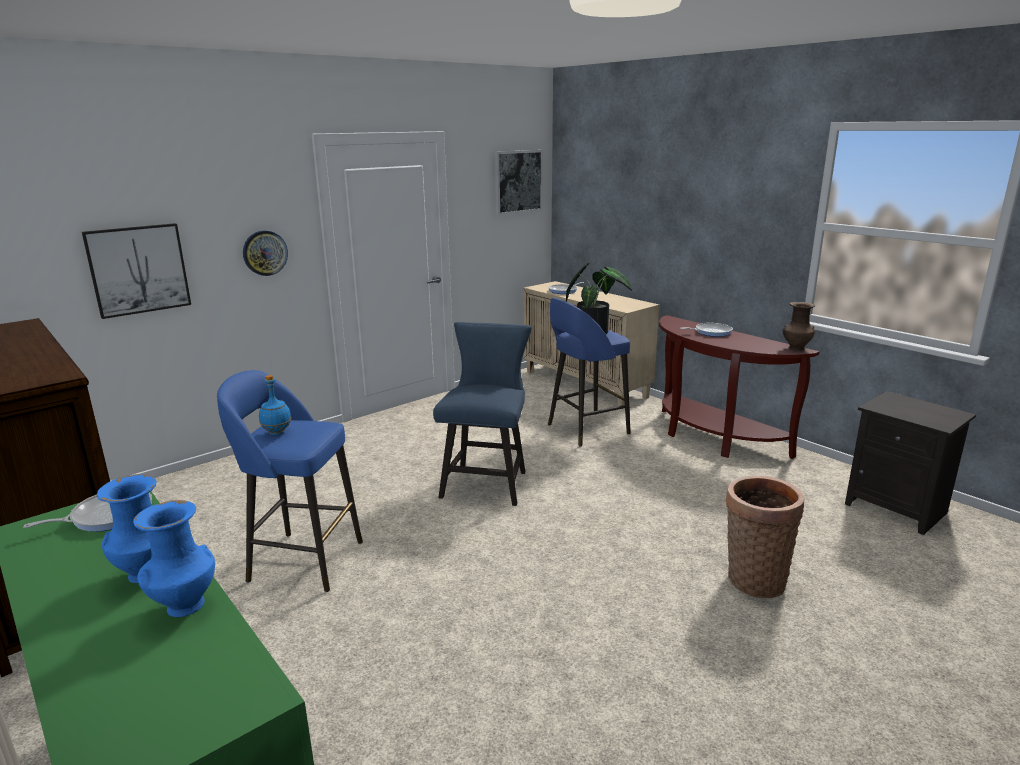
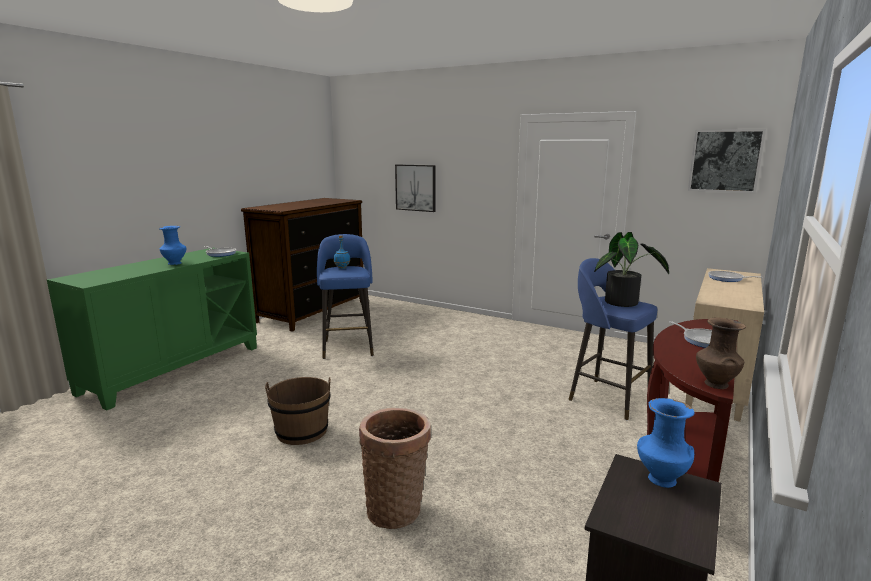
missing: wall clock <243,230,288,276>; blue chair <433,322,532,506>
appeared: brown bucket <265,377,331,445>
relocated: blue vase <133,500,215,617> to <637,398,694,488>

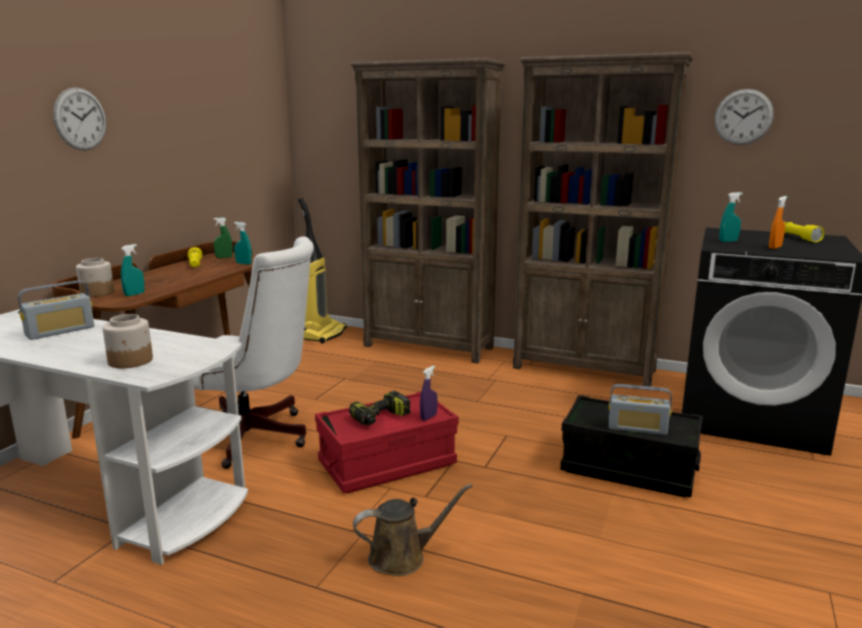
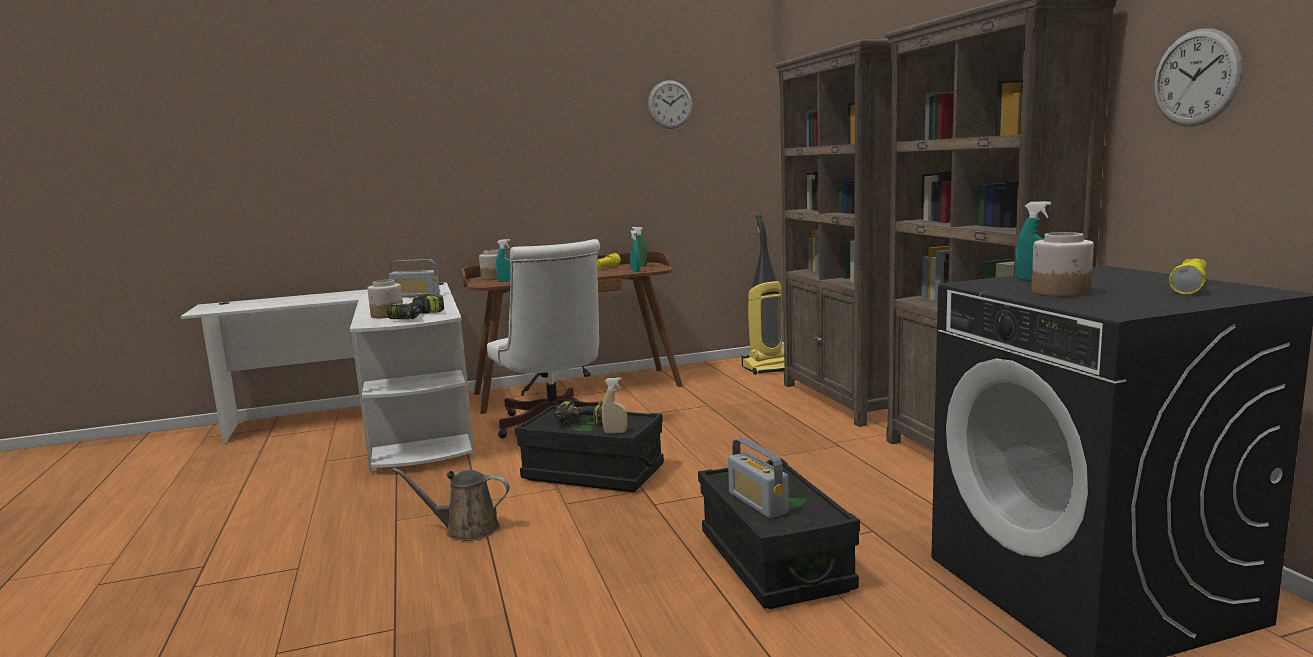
appeared: power drill <387,294,444,319>
relocated: wall clock <53,87,106,151> to <648,80,692,129>
exchanged: orange spray bottle <769,196,787,249> to jar <1031,232,1094,297>
colour: red storage box <315,391,459,493> to black storage box <515,405,664,492>; purple spray bottle <420,366,438,421> to beige spray bottle <602,377,627,434>
spun: brown watering can <353,484,472,576> = <392,468,510,541> 150 degrees clockwise

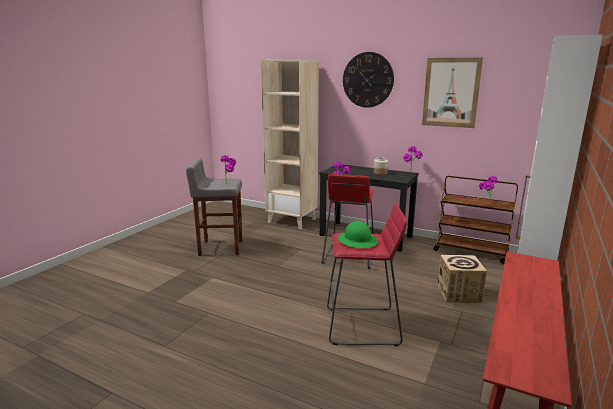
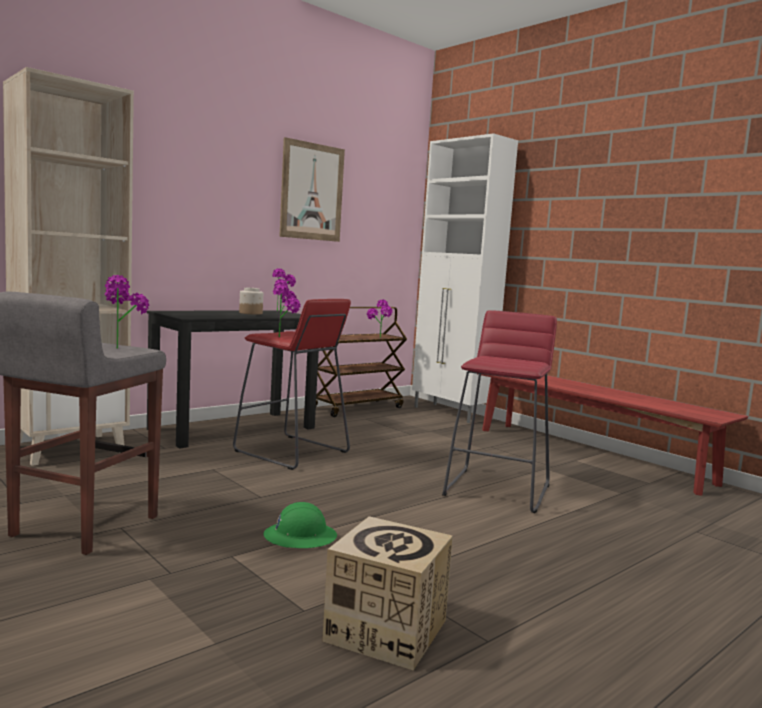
missing: wall clock <343,52,394,108>
relocated: green hard hat <338,221,378,248> to <263,502,337,548>; cardboard box <437,255,487,303> to <322,516,453,671>

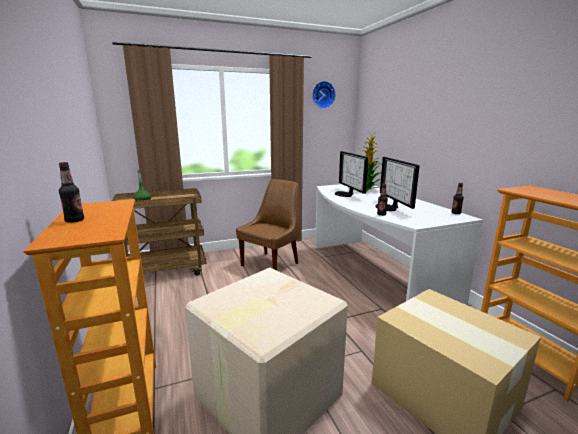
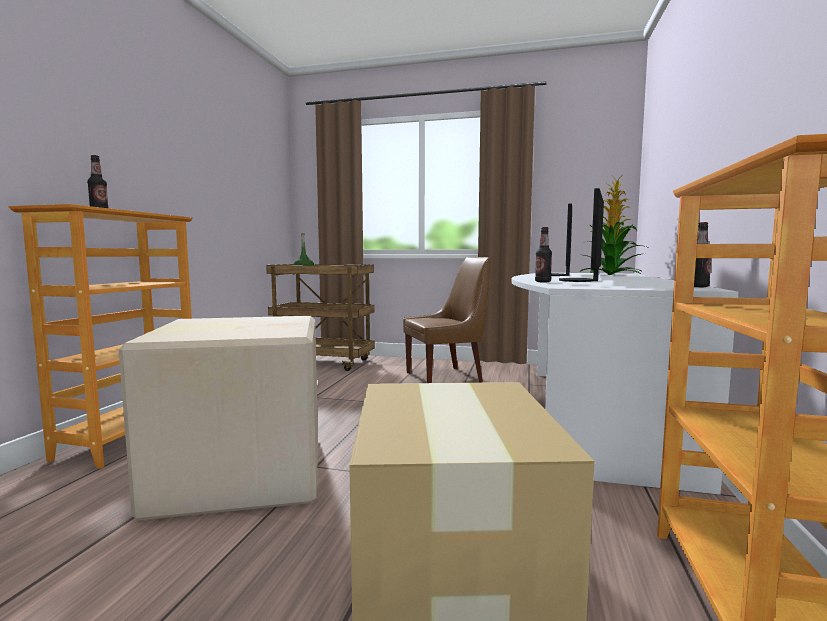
missing: wall clock <312,81,336,109>

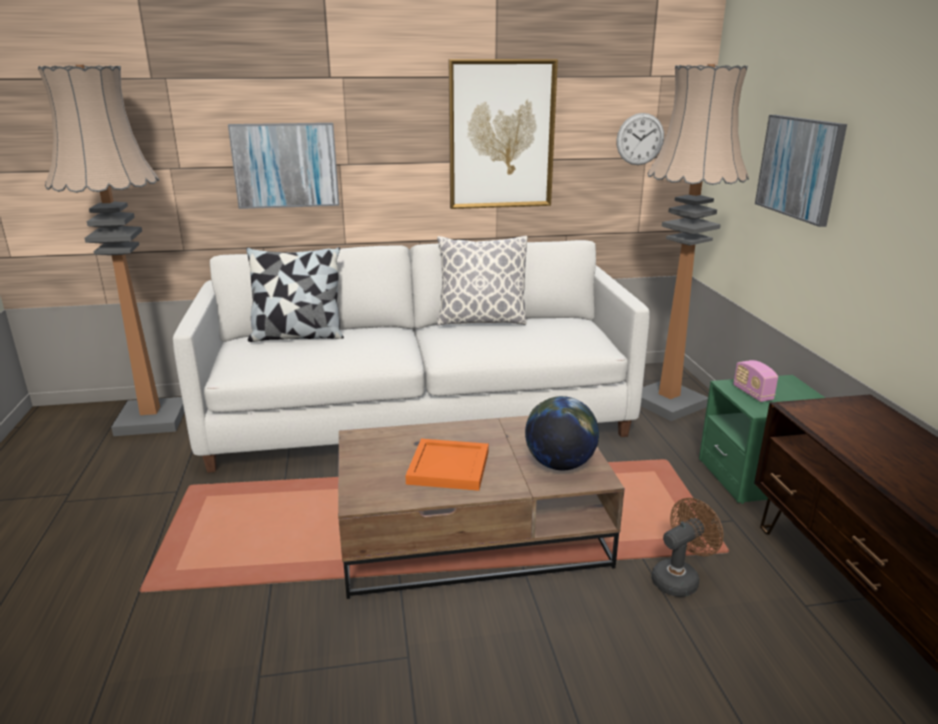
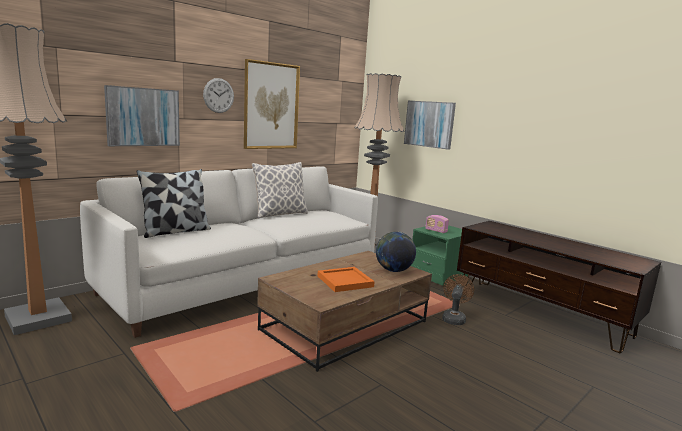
relocated: wall clock <616,113,664,165> to <203,78,234,113>

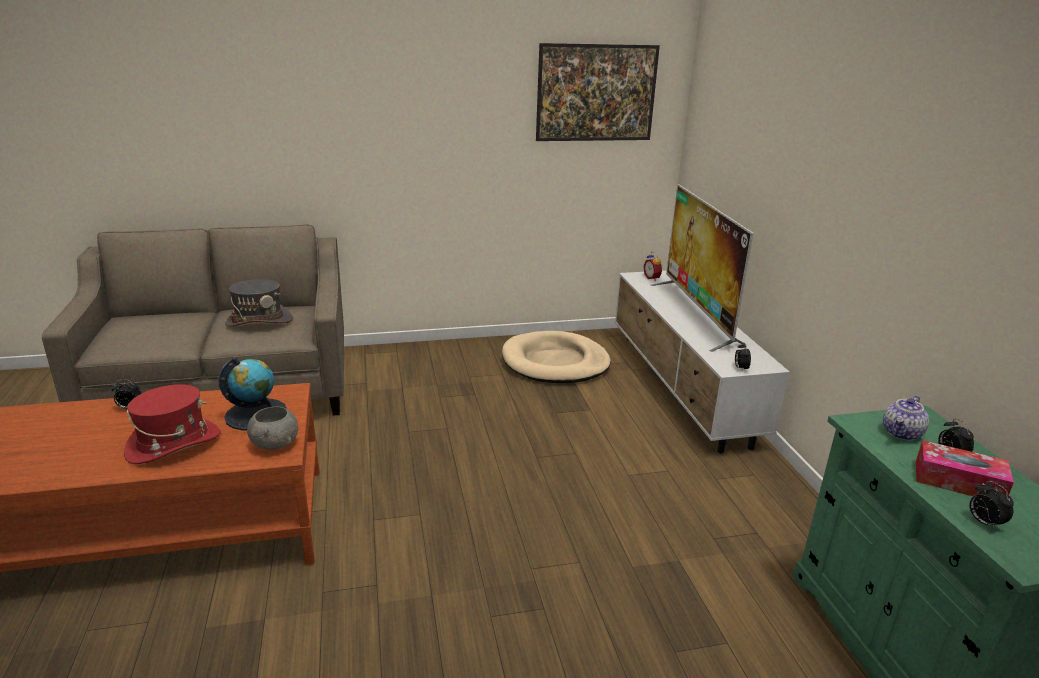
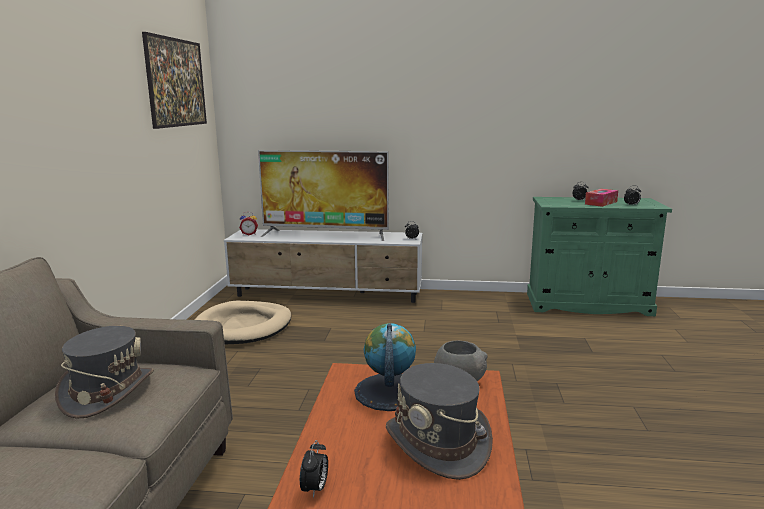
missing: teapot <883,396,929,441>
colour: red hat <124,384,221,464> to grey hat <386,363,493,480>

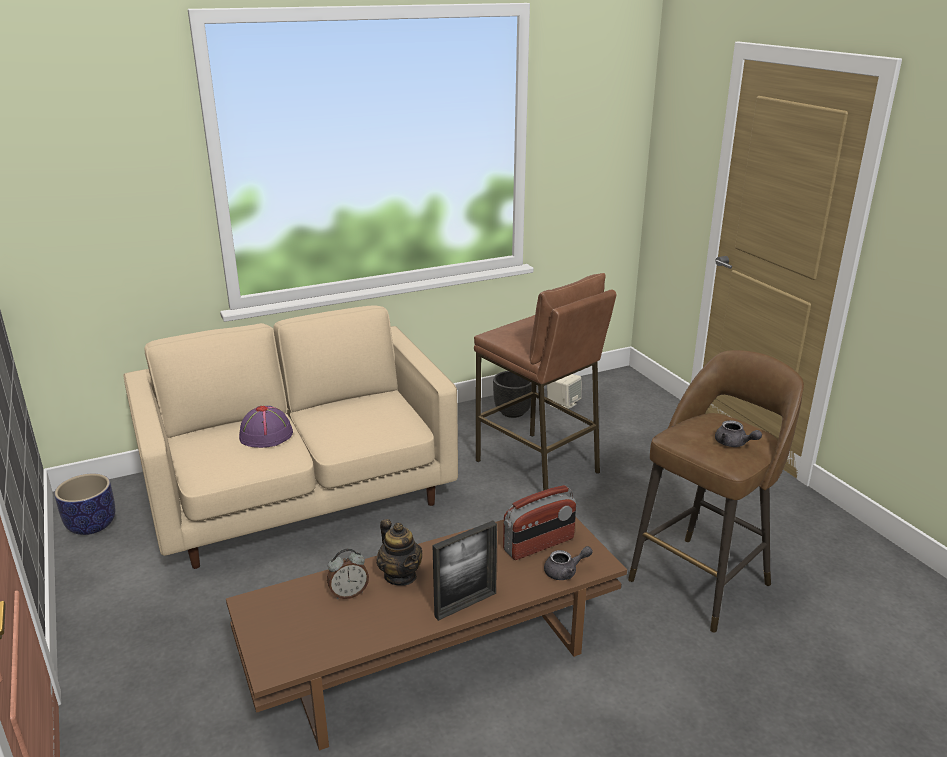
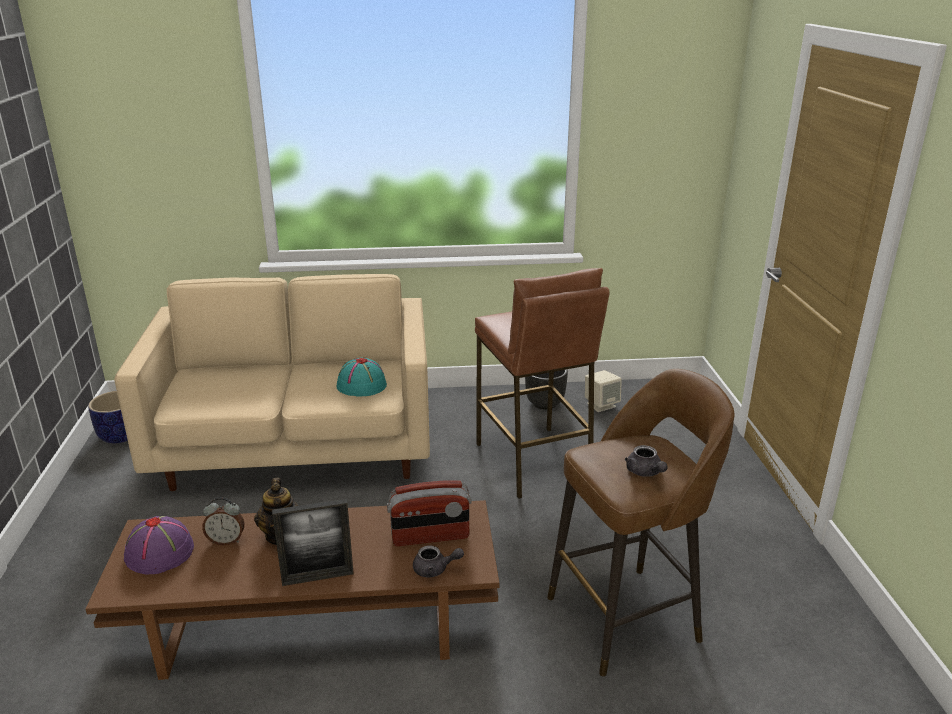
appeared: turquoise hat <336,357,387,397>
relocated: purple hat <239,406,293,448> to <124,516,194,574>

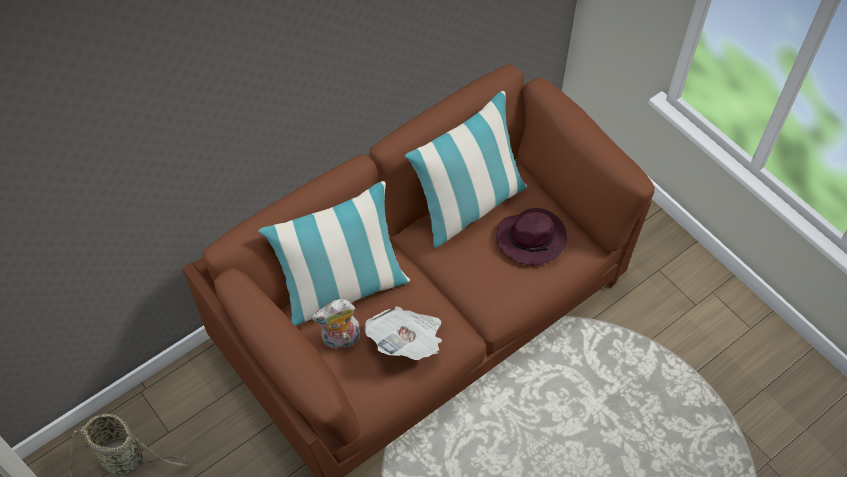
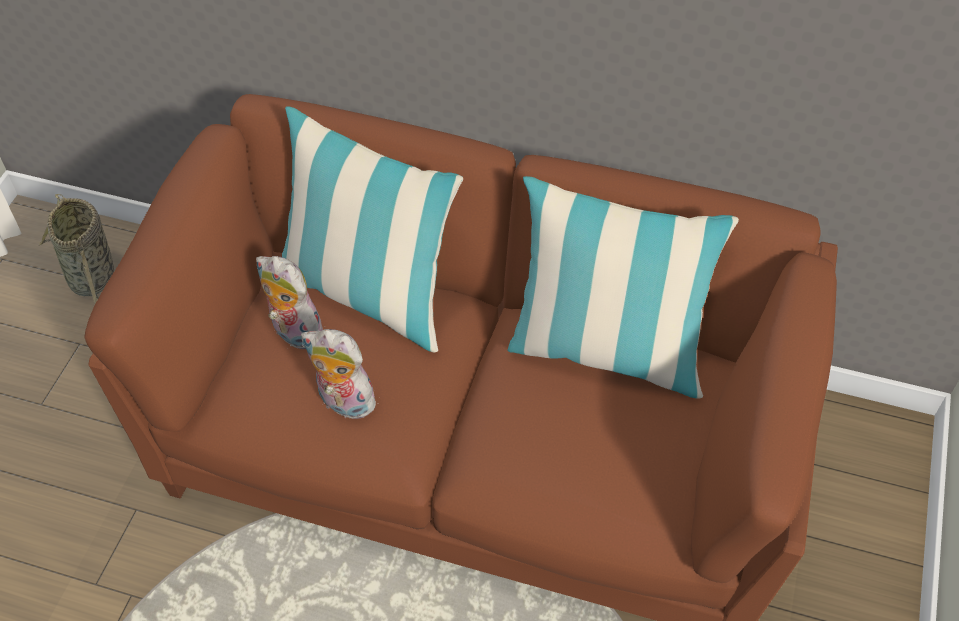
missing: purple hat <496,208,567,265>
exchanged: newspaper <365,306,442,360> to plush toy <301,329,376,419>

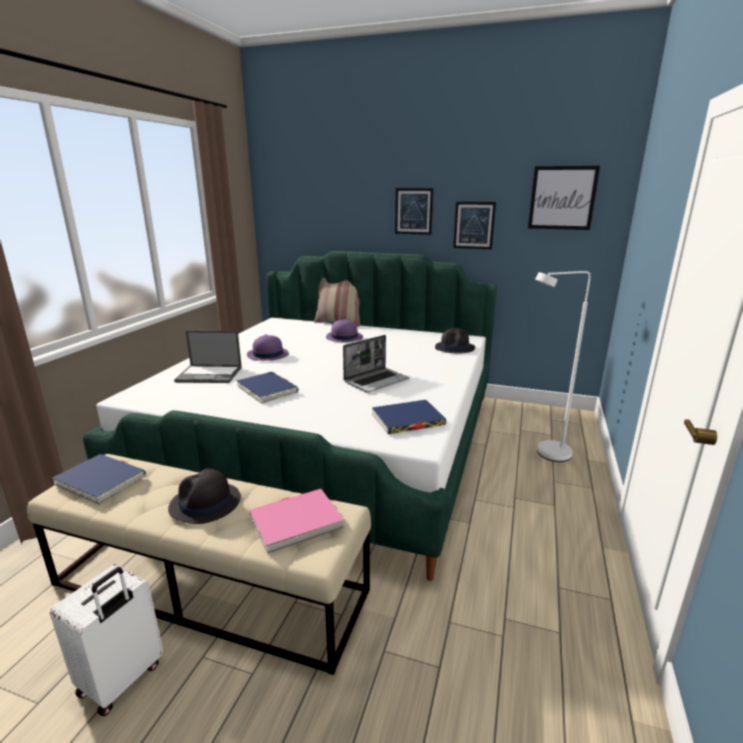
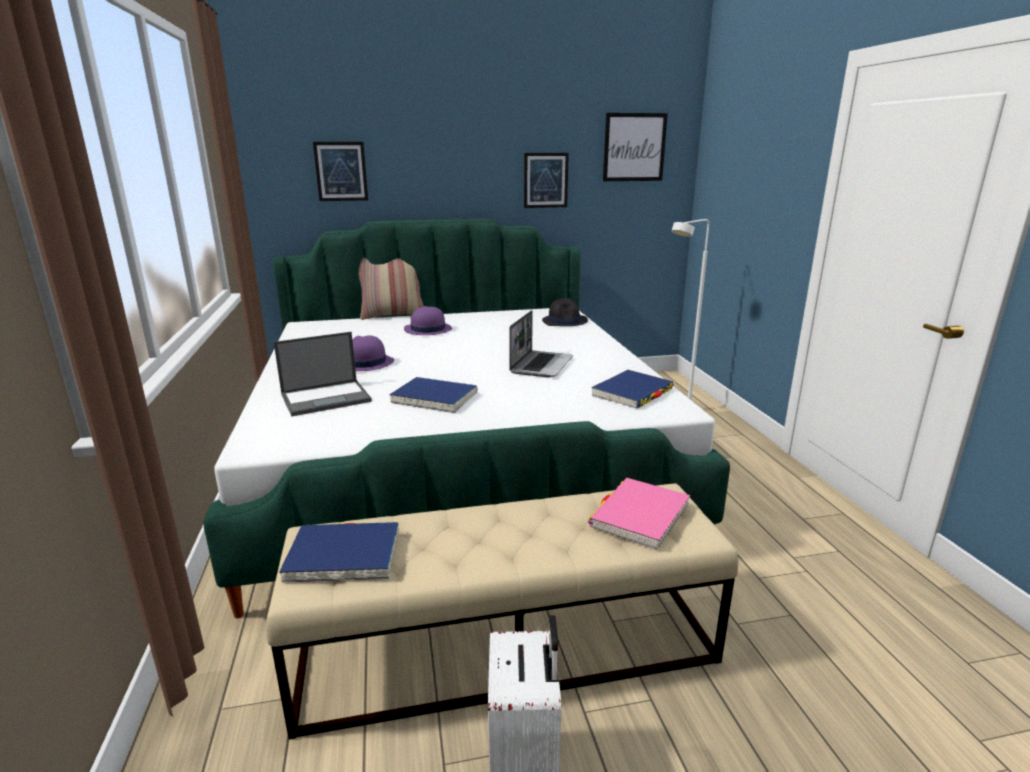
missing: black hat <168,469,241,524>
relocated: picture <395,188,433,235> to <313,142,368,201>

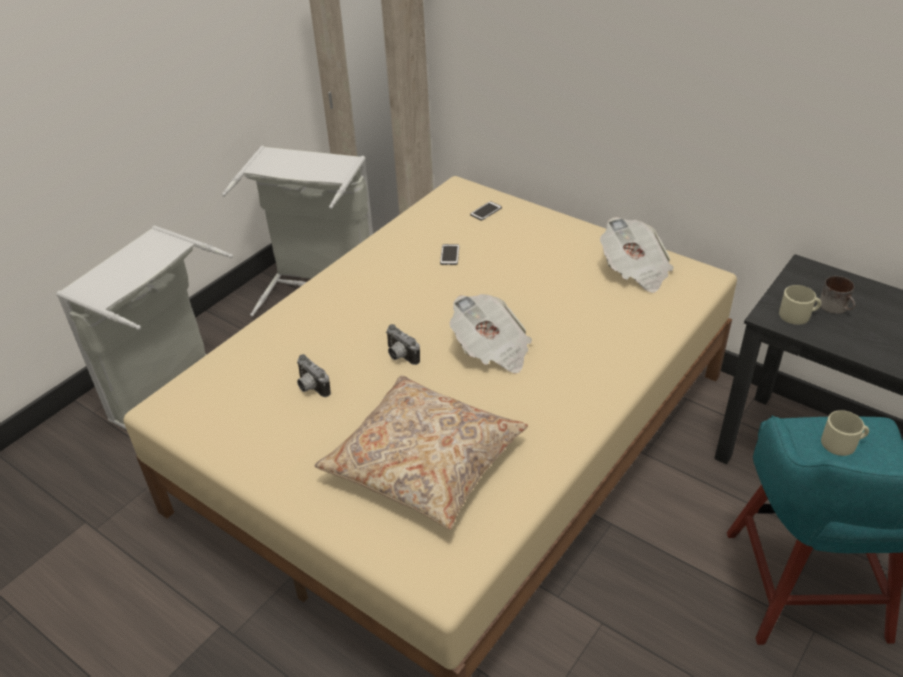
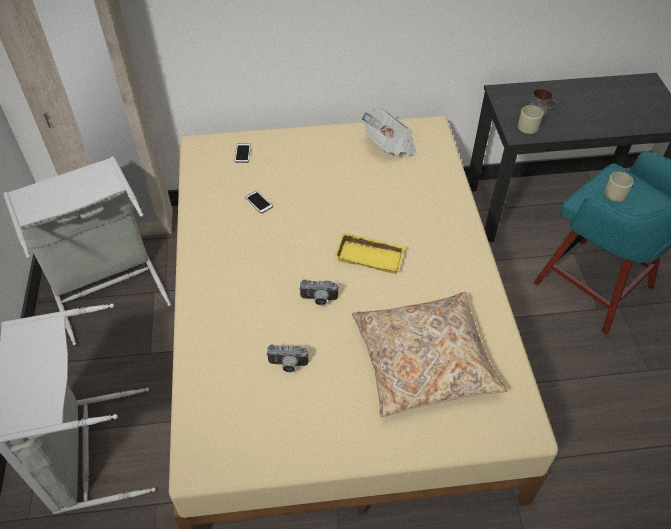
exchanged: newspaper <449,294,532,373> to yellow tray <335,233,406,274>

